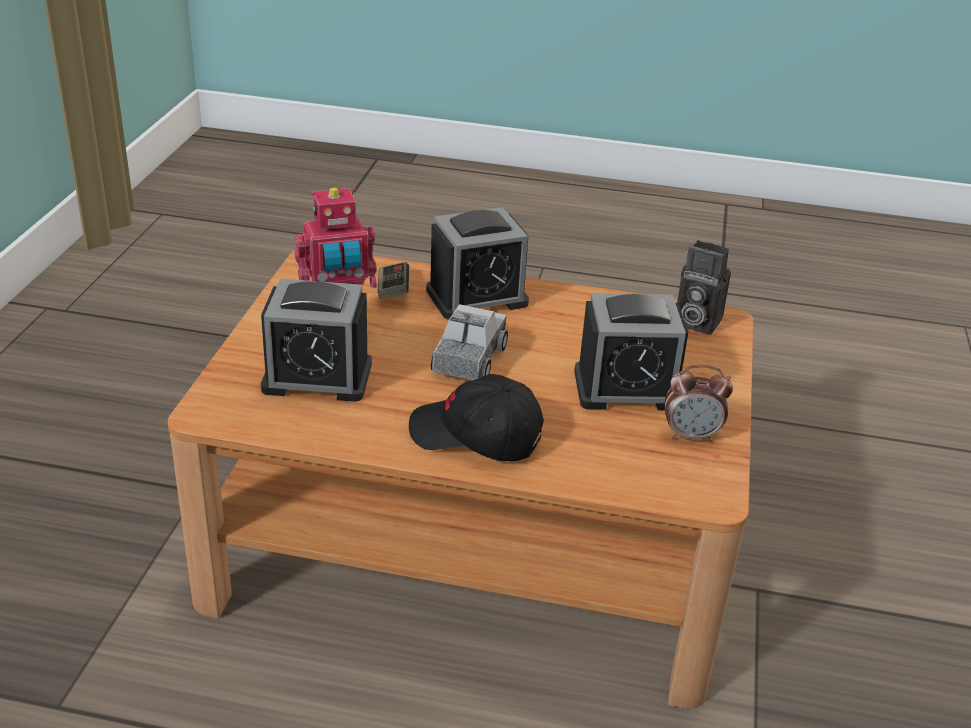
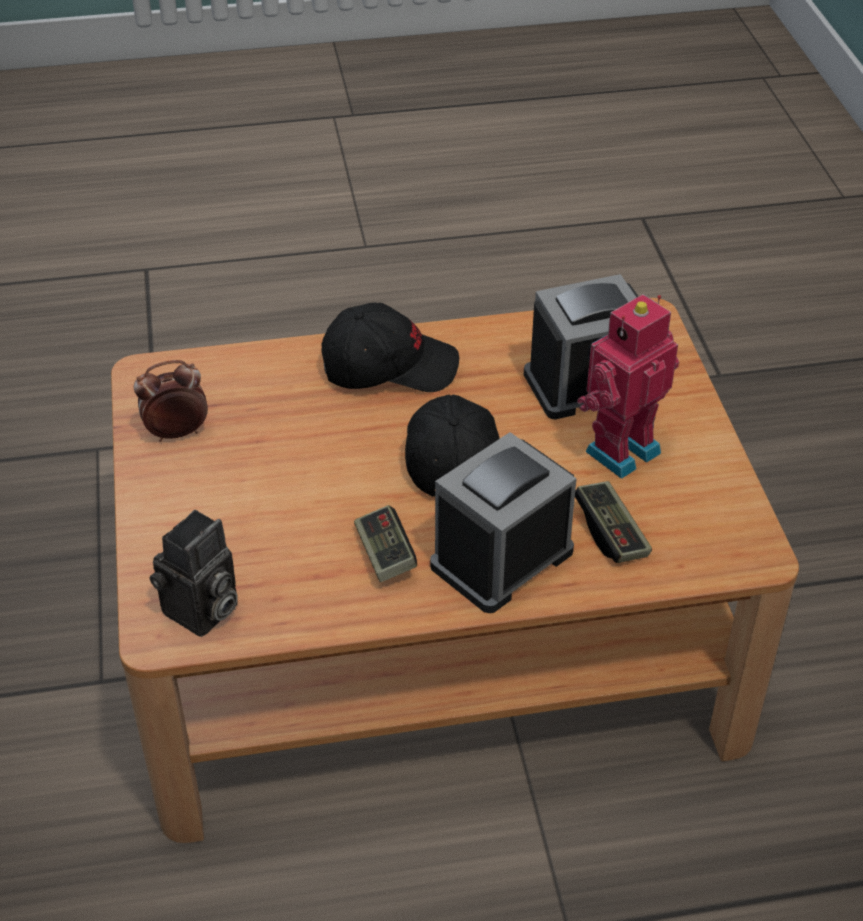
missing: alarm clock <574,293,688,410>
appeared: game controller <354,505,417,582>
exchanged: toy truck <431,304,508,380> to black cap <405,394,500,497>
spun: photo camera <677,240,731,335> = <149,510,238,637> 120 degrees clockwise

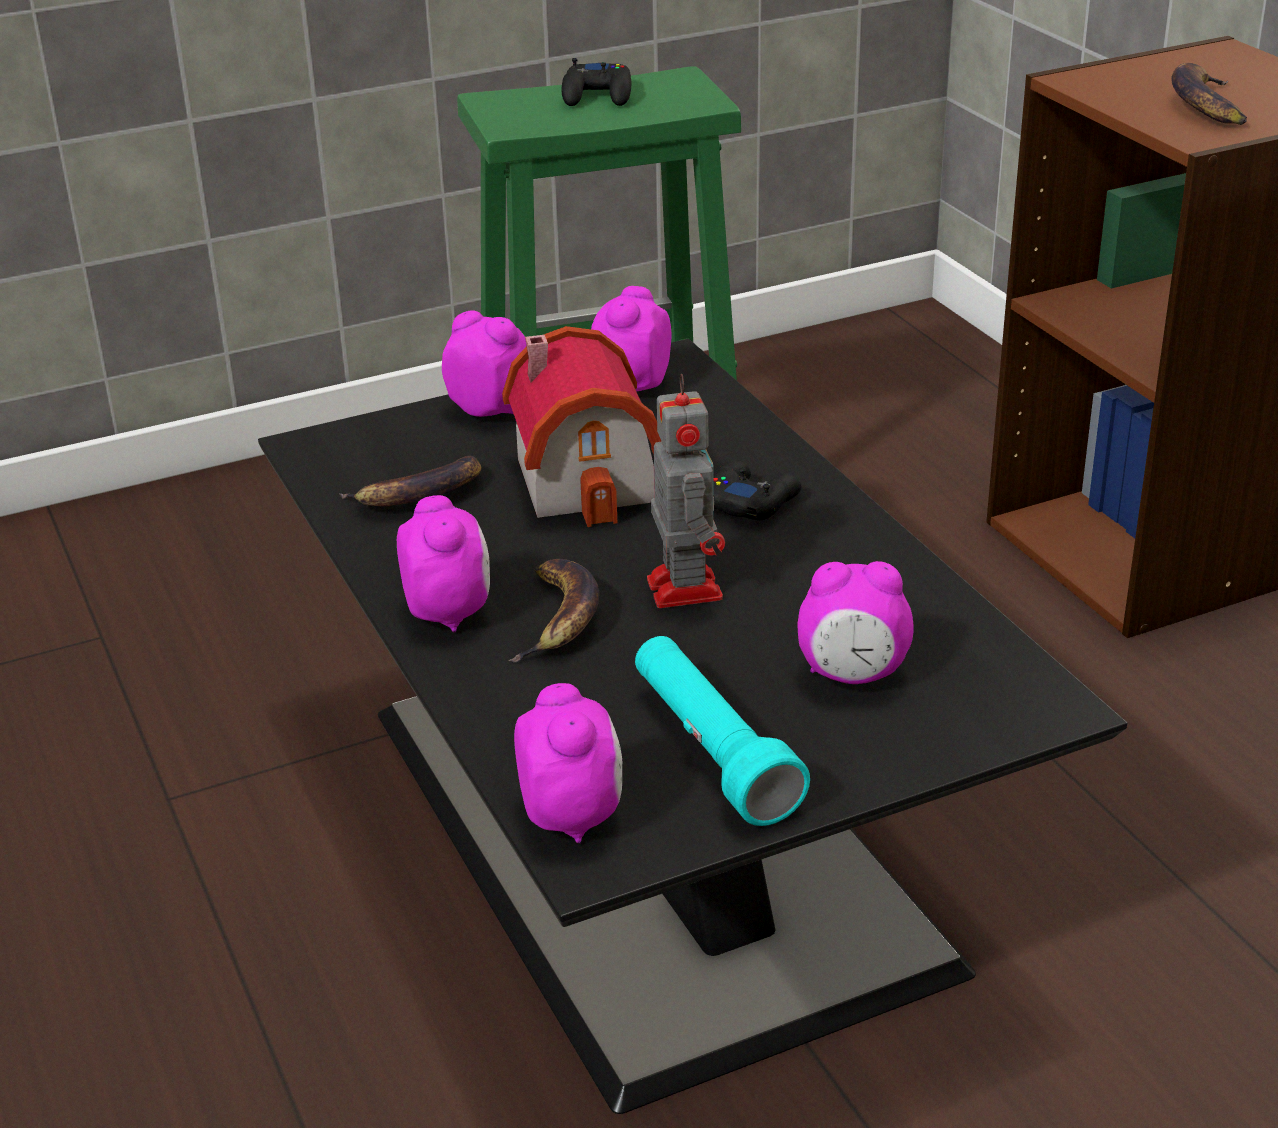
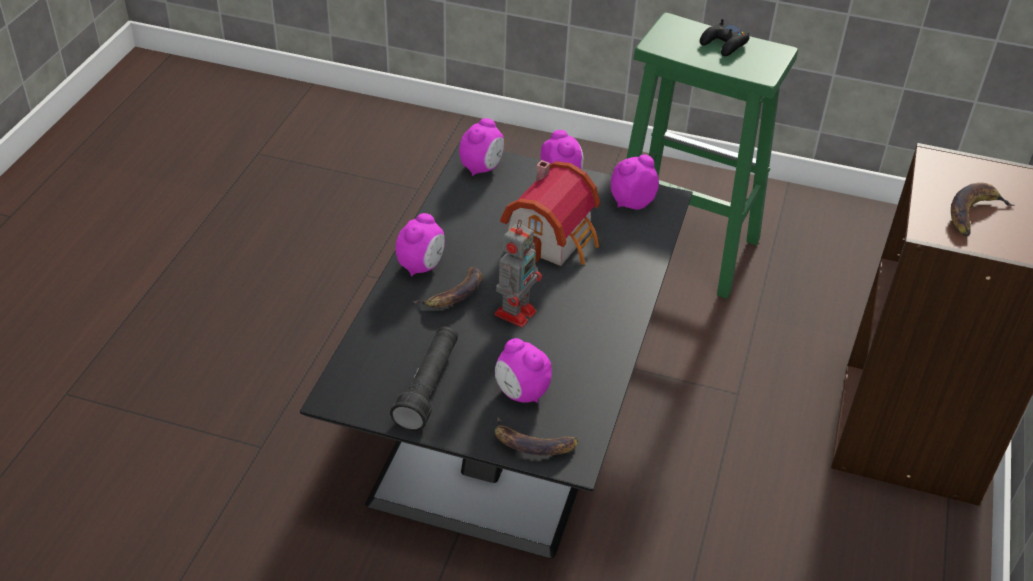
missing: black game controller <713,460,801,520>
relocated: banana <340,456,481,506> to <495,417,578,455>; alarm clock <514,683,622,843> to <459,118,504,176>
colour: turquoise flashlight <635,636,810,826> to black flashlight <390,326,458,431>

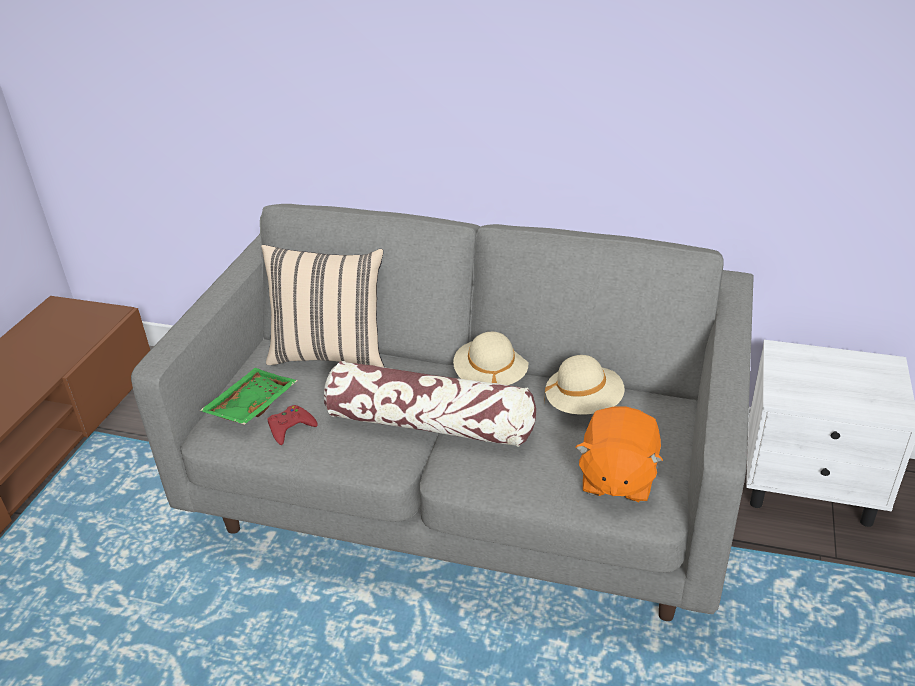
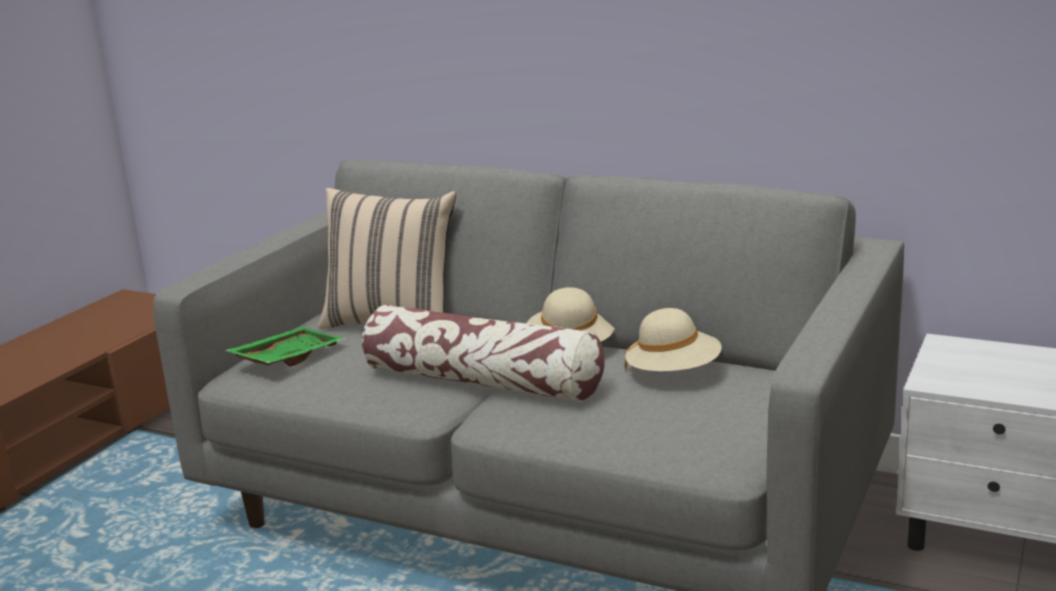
missing: red game controller <267,405,318,445>; orange plush toy <575,406,663,502>

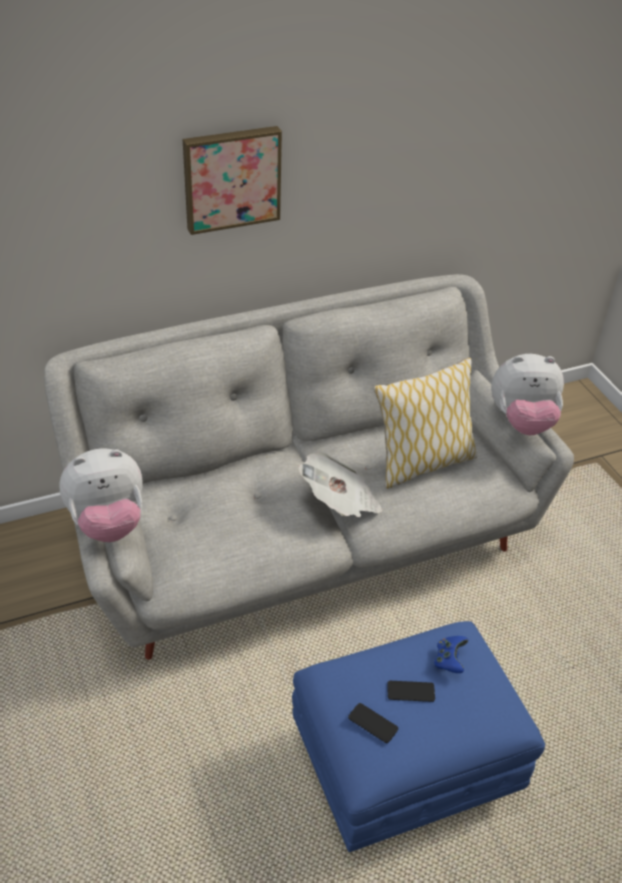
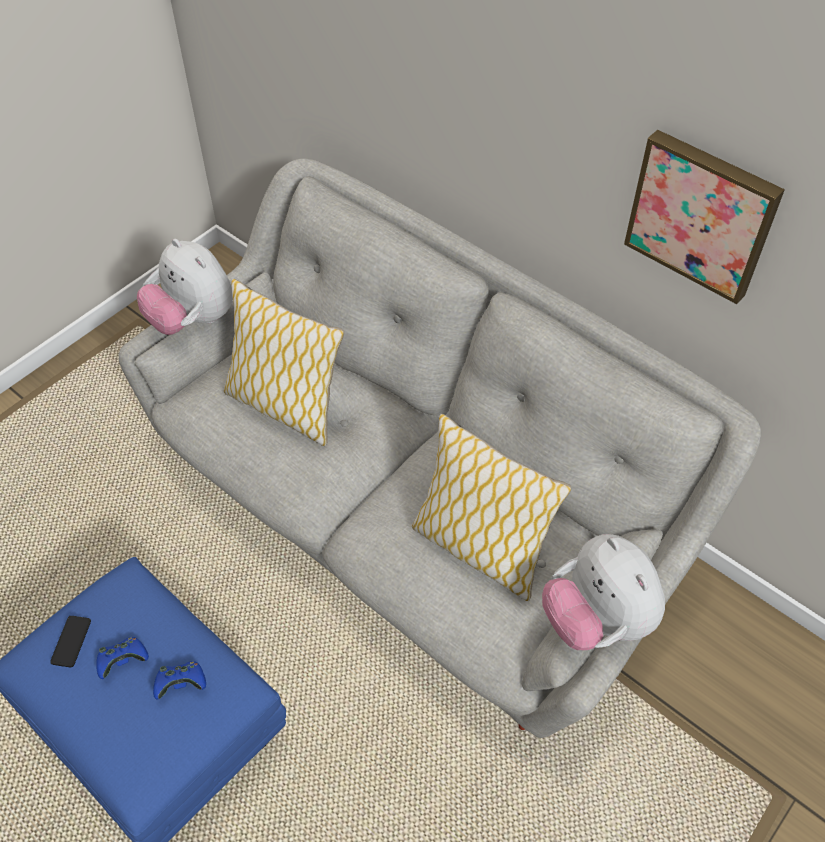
missing: newspaper <298,453,383,517>
appeared: pillow <224,279,344,446>
relocated: picture <183,126,282,235> to <624,130,785,304>
exchanged: phone <387,681,435,702> to blue game controller <96,637,149,679>

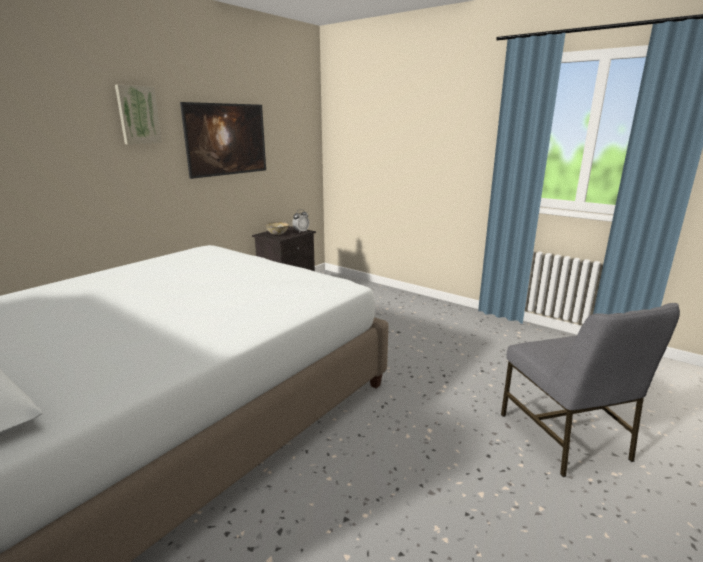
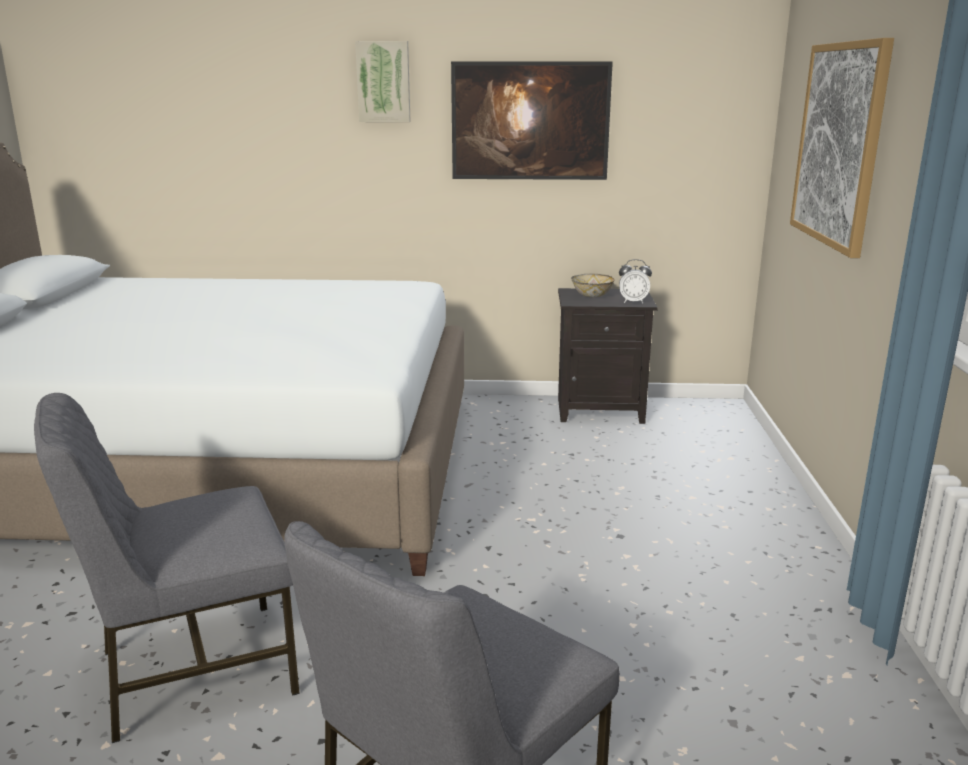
appeared: grey chair <34,393,300,743>; picture <790,38,894,258>

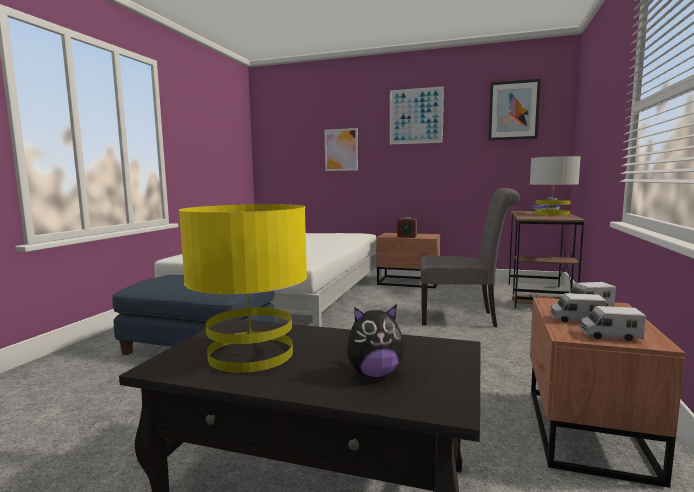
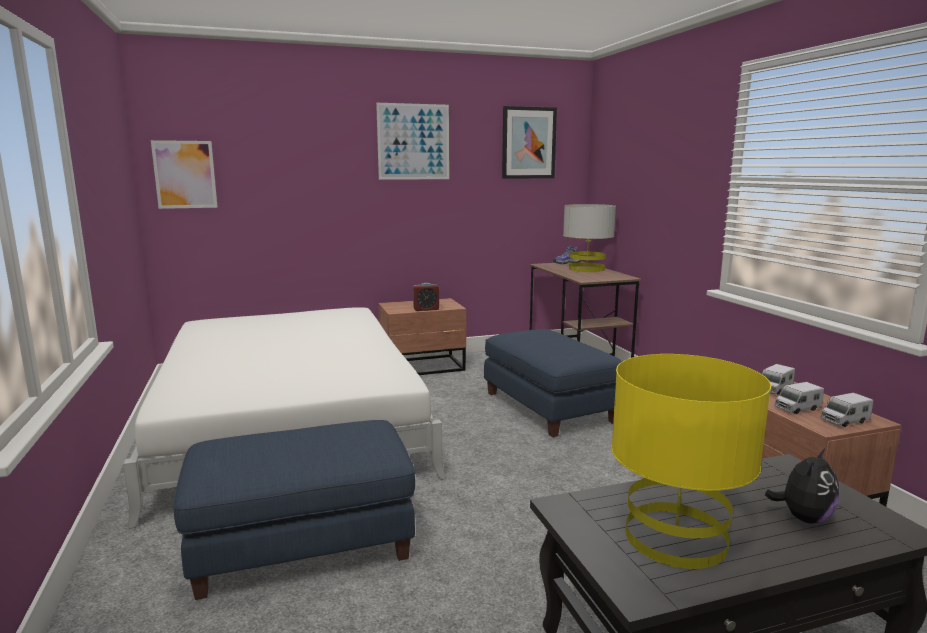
relocated: picture <325,128,358,171> to <151,140,217,209>
exchanged: grey chair <420,188,520,327> to blue ottoman <484,329,623,437>

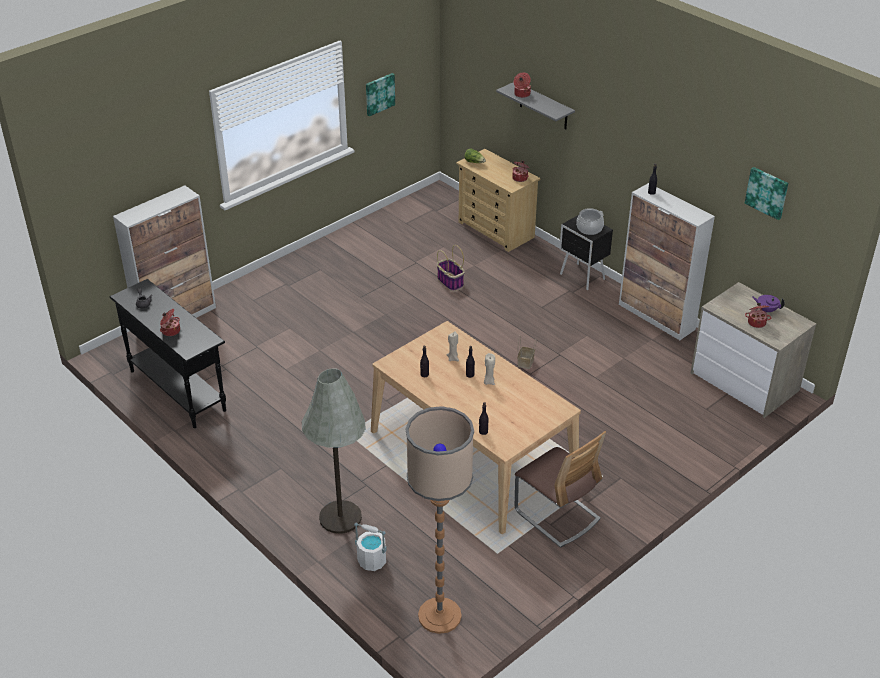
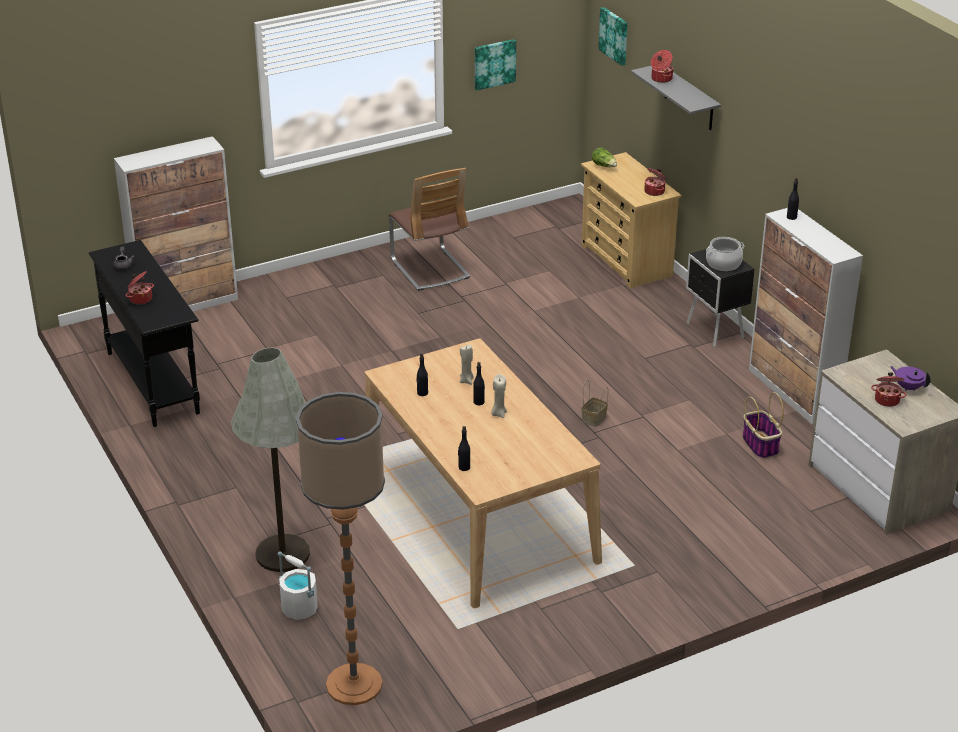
relocated: basket <437,245,465,291> to <742,392,784,459>; chair <515,431,606,548> to <388,168,470,291>; picture <745,167,788,220> to <598,7,628,66>

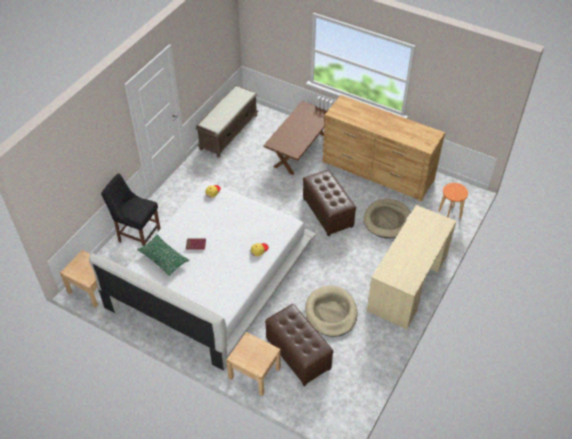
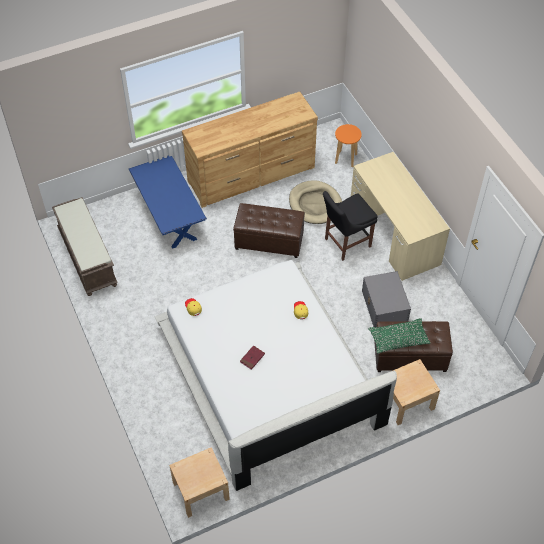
relocated: black chair <101,173,160,246> to <323,191,377,261>; green pillow <137,234,190,276> to <368,318,431,354>
exchanged: beige dog bed <305,285,357,337> to grey storage box <362,271,411,327>
colour: brown coffee table <263,101,328,175> to blue coffee table <129,155,207,249>

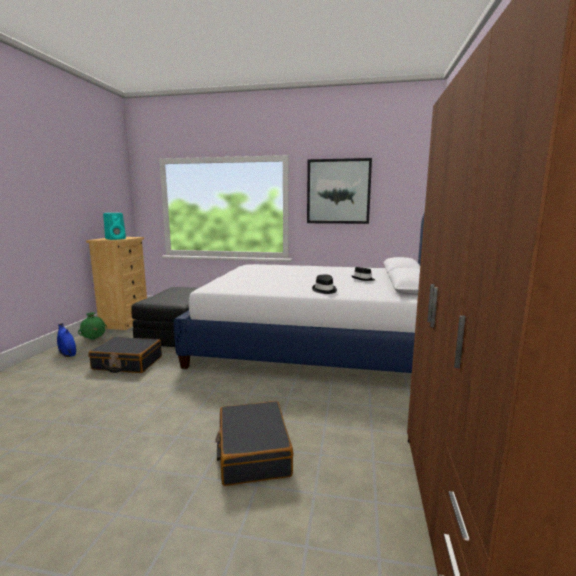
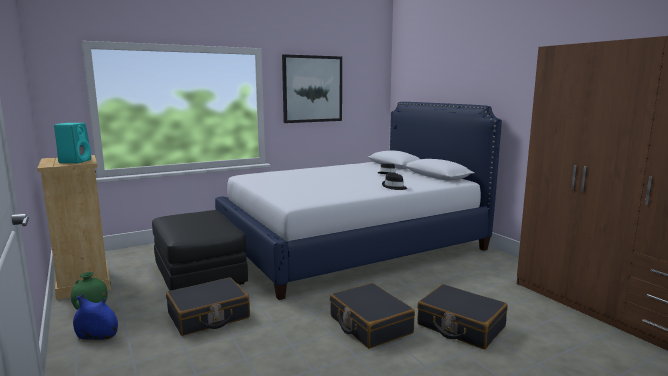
appeared: black suitcase <330,283,415,349>

